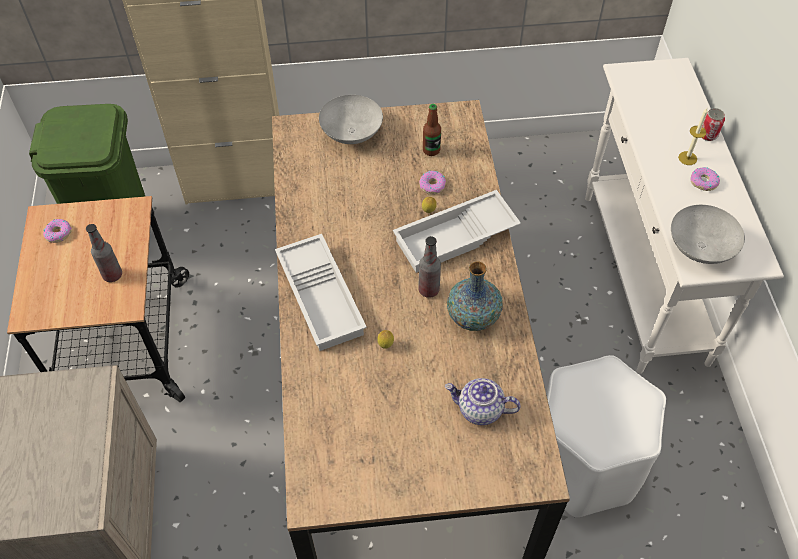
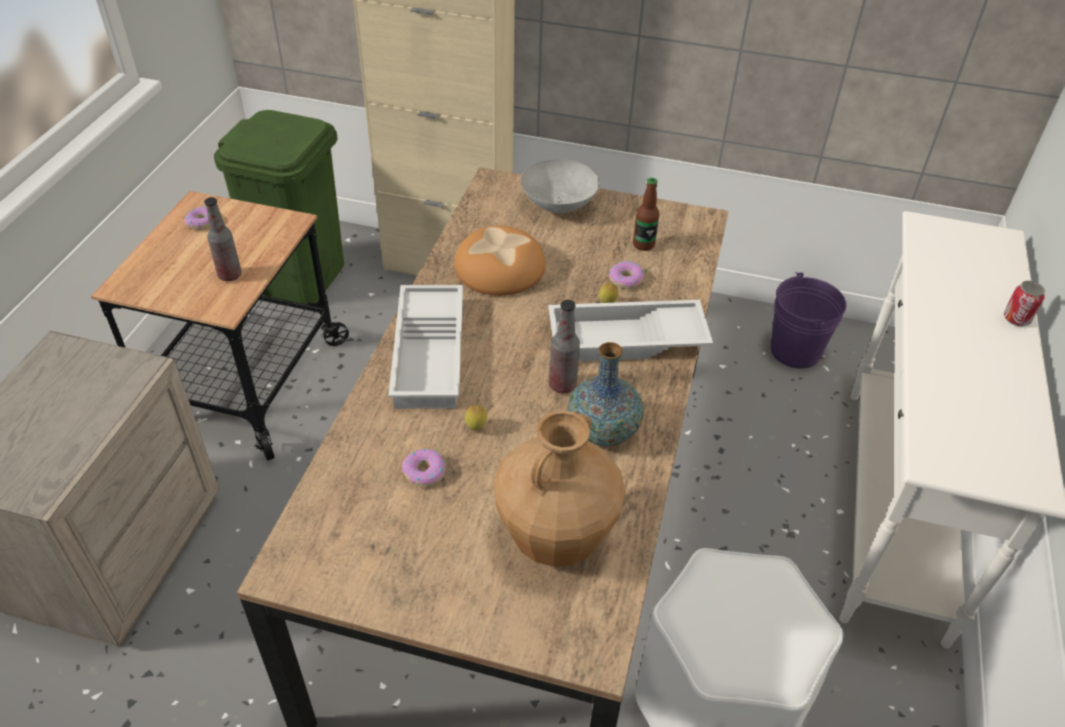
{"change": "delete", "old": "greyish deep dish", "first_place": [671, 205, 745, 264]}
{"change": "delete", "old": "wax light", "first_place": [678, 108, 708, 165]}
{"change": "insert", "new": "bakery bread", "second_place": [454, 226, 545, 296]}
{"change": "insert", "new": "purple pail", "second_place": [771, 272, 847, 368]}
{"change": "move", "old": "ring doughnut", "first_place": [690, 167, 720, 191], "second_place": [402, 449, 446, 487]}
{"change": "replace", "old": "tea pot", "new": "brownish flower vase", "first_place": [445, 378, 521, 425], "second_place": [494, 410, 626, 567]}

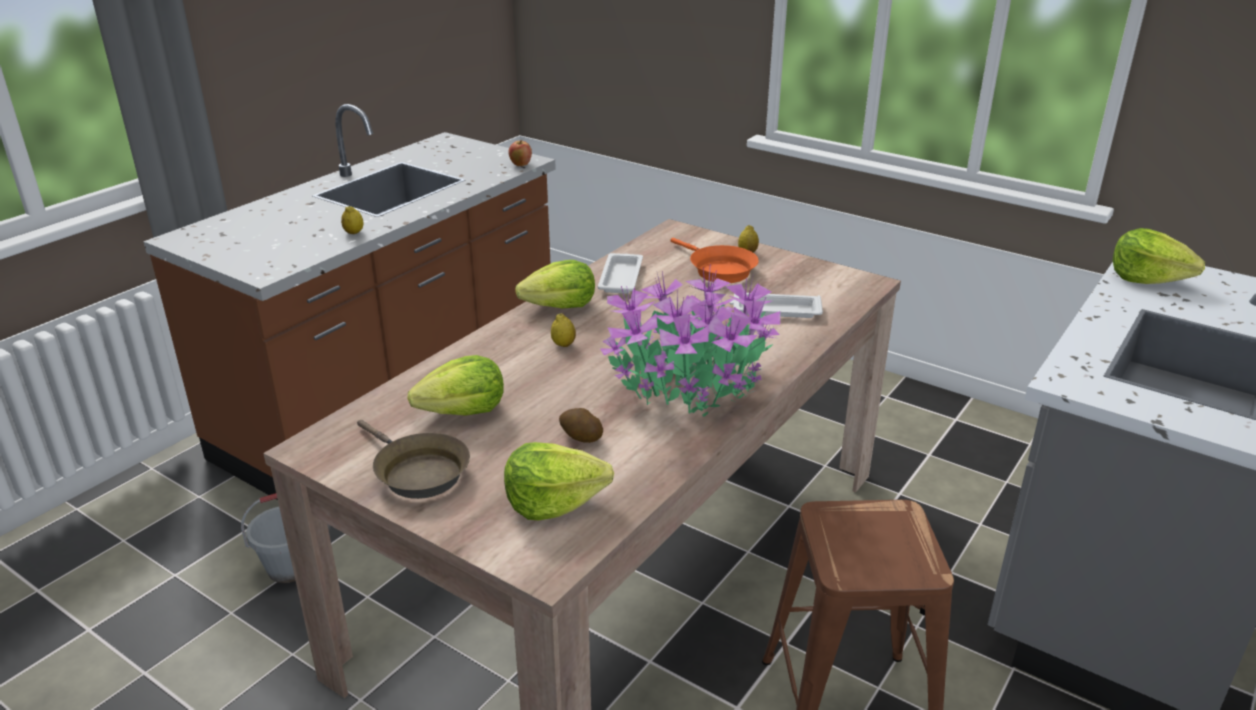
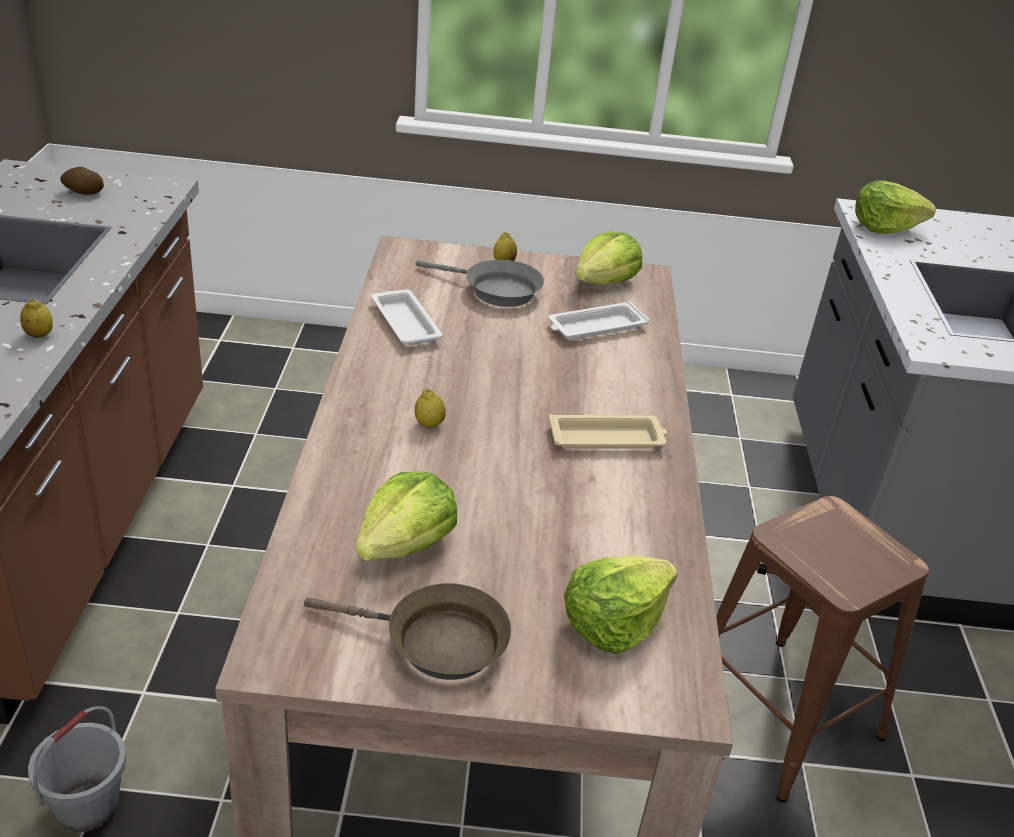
{"change": "delete", "old": "apple fruit", "first_place": [508, 140, 532, 166]}
{"change": "move", "old": "lettuce", "first_place": [515, 260, 595, 309], "second_place": [575, 231, 642, 284]}
{"change": "move", "old": "spud", "first_place": [559, 408, 603, 443], "second_place": [60, 167, 104, 195]}
{"change": "replace", "old": "plant in a pot", "new": "sand-coloured carrying tray", "first_place": [600, 268, 780, 417], "second_place": [548, 414, 667, 449]}
{"change": "recolor", "old": "orange-coloured skillet", "new": "greyish skillet", "first_place": [670, 238, 759, 283], "second_place": [416, 260, 544, 307]}

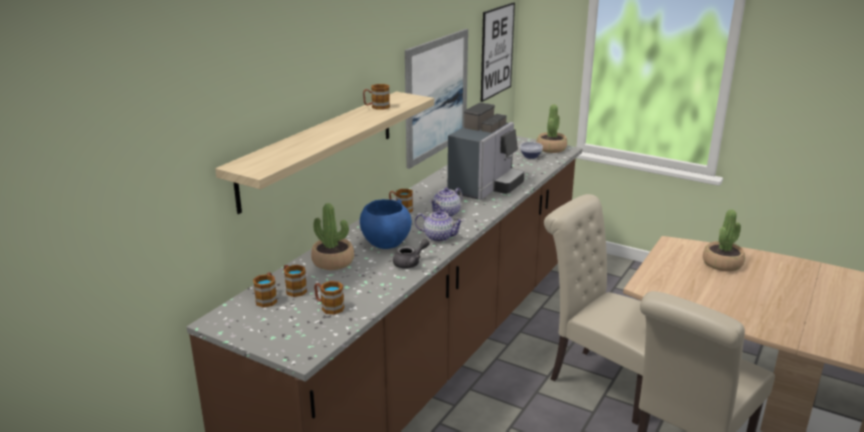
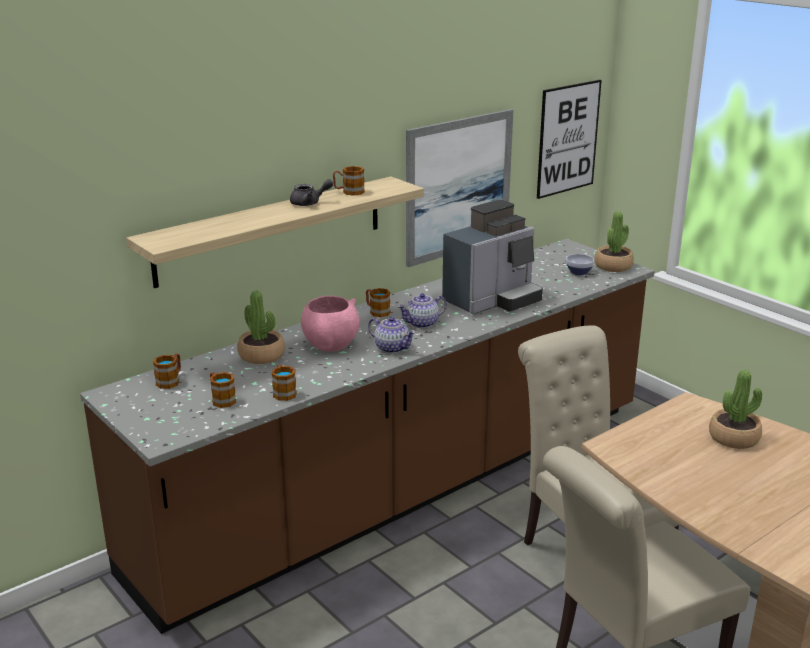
{"change": "move", "old": "coffee mug", "first_place": [284, 265, 307, 297], "second_place": [272, 364, 297, 401]}
{"change": "move", "old": "greyish tea pot", "first_place": [393, 239, 430, 269], "second_place": [290, 179, 333, 206]}
{"change": "recolor", "old": "blue-coloured deep dish", "new": "pink deep dish", "first_place": [360, 199, 412, 249], "second_place": [301, 296, 360, 352]}

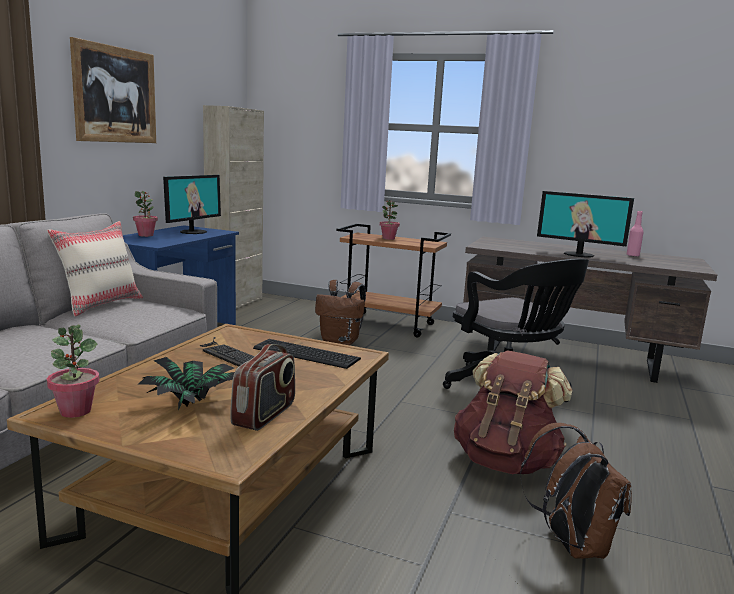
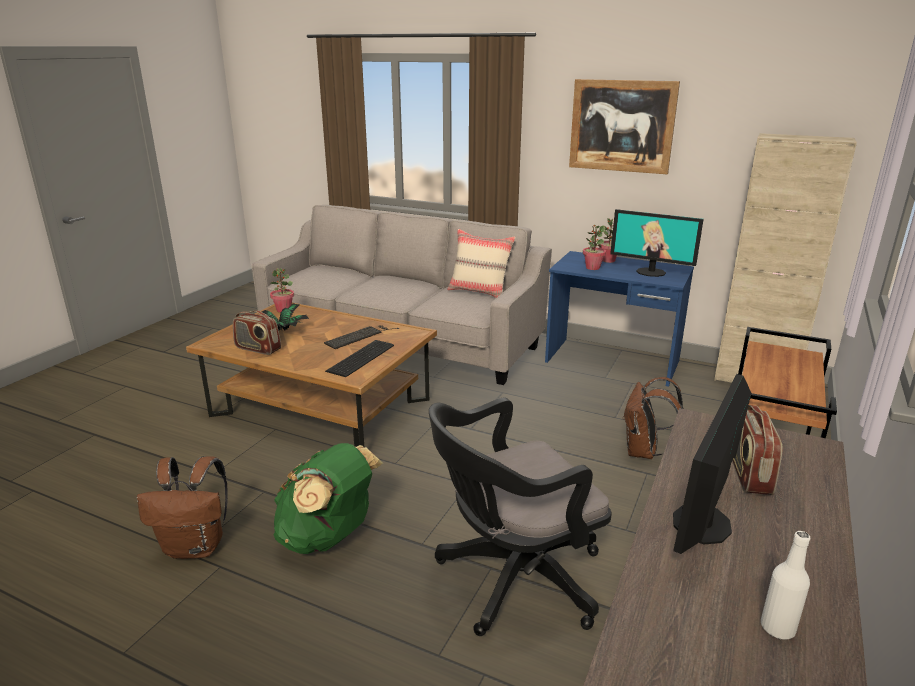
{"change": "insert", "new": "radio", "second_place": [732, 405, 782, 495]}
{"change": "move", "old": "plant in a pot", "first_place": [380, 200, 400, 240], "second_place": [583, 225, 606, 270]}
{"change": "recolor", "old": "brownish backpack", "new": "green backpack", "first_place": [454, 350, 572, 474], "second_place": [274, 443, 383, 554]}
{"change": "recolor", "old": "pink bottle", "new": "whitish bottle", "first_place": [627, 211, 644, 256], "second_place": [761, 531, 810, 640]}

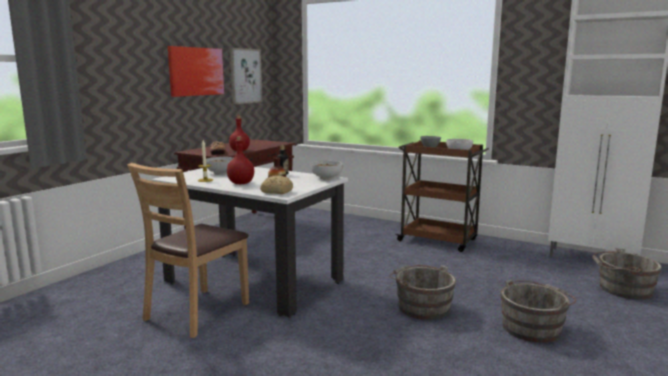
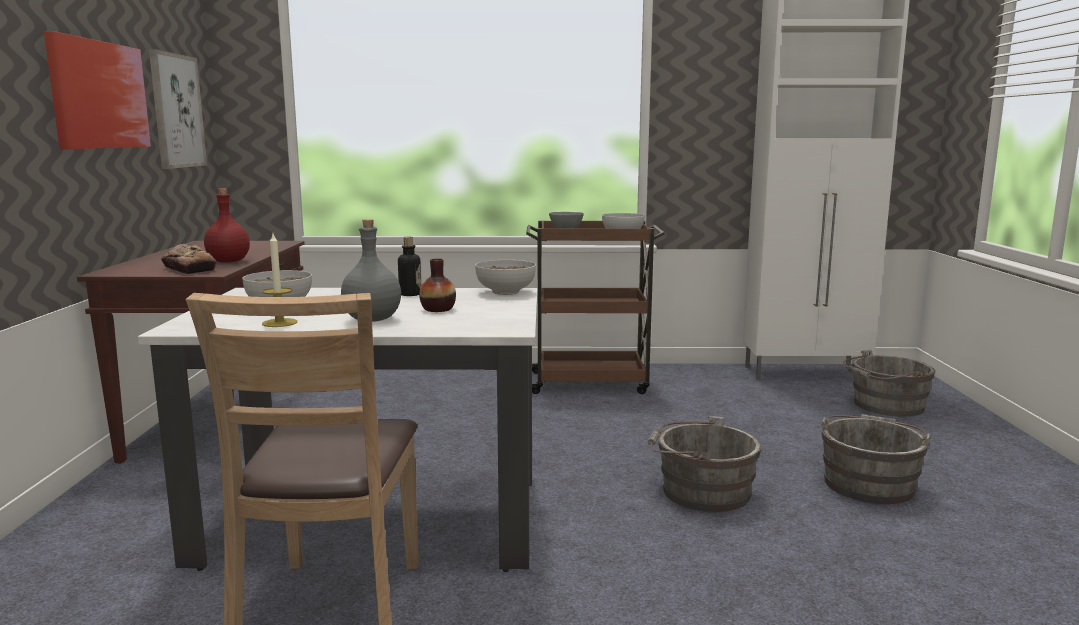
{"change": "delete", "old": "bakery bread", "first_place": [260, 175, 293, 194]}
{"change": "recolor", "old": "red-coloured bottle", "new": "greyish bottle", "first_place": [227, 136, 254, 184], "second_place": [341, 219, 401, 322]}

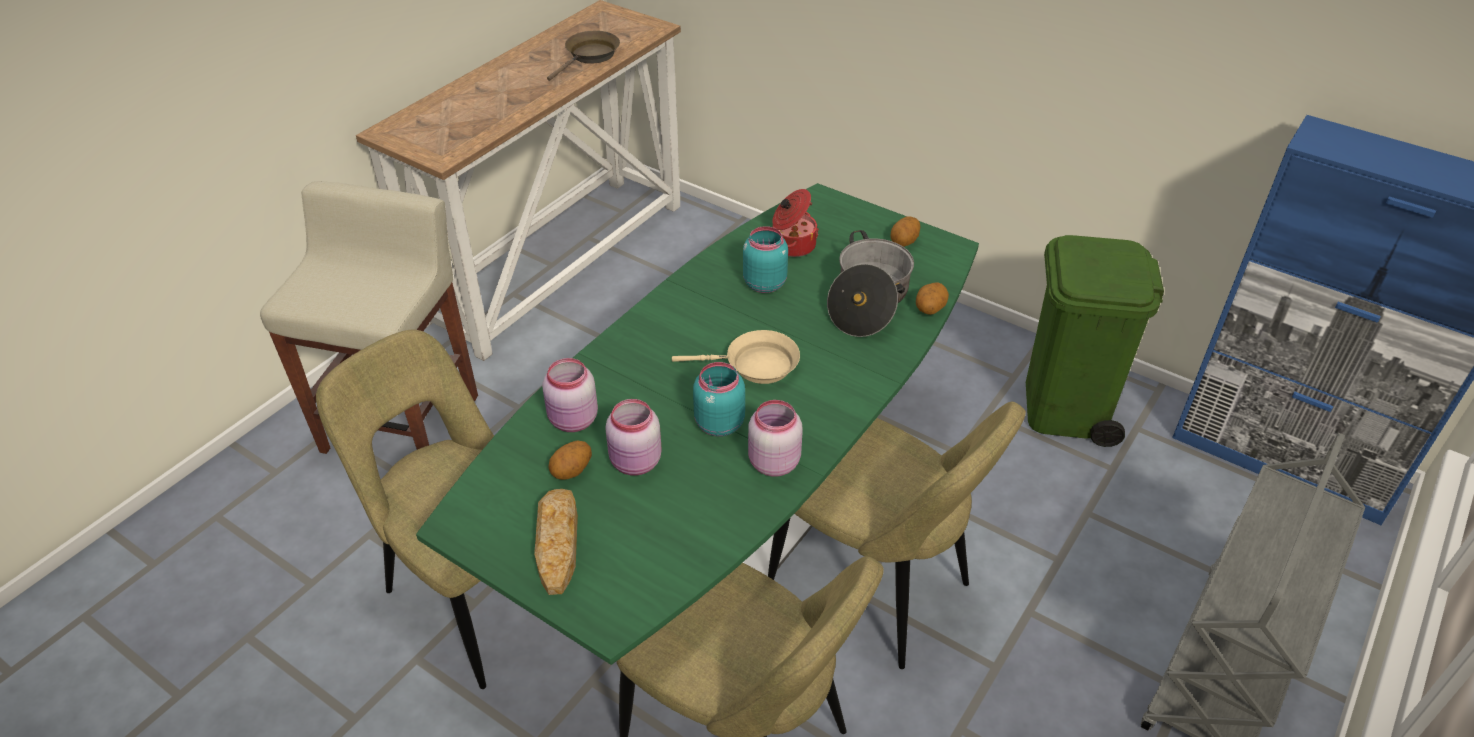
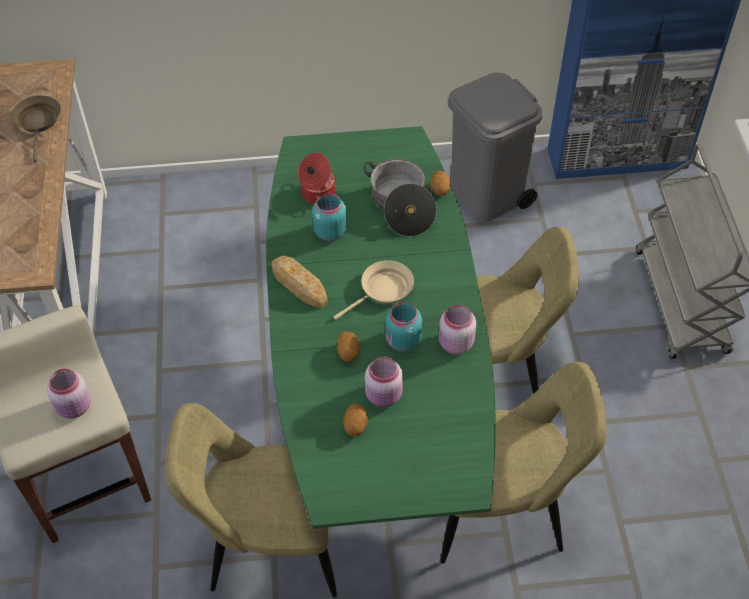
{"change": "move", "old": "bakery bread", "first_place": [534, 489, 578, 595], "second_place": [272, 256, 328, 308]}
{"change": "move", "old": "pink preserve jar", "first_place": [542, 358, 598, 432], "second_place": [47, 369, 91, 419]}
{"change": "move", "old": "spud", "first_place": [891, 216, 921, 247], "second_place": [337, 331, 360, 362]}
{"change": "recolor", "old": "green rubbish bin", "new": "greyish rubbish bin", "first_place": [1026, 235, 1164, 447], "second_place": [448, 73, 543, 221]}

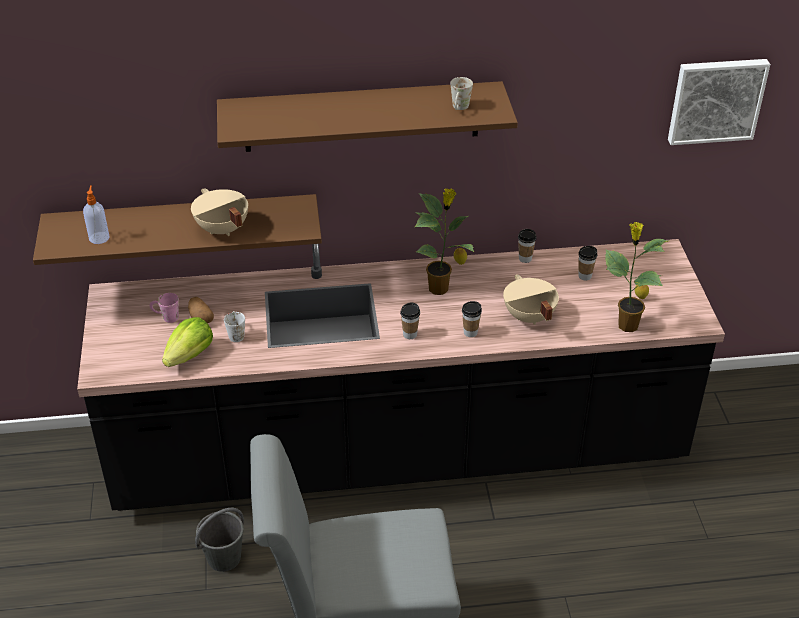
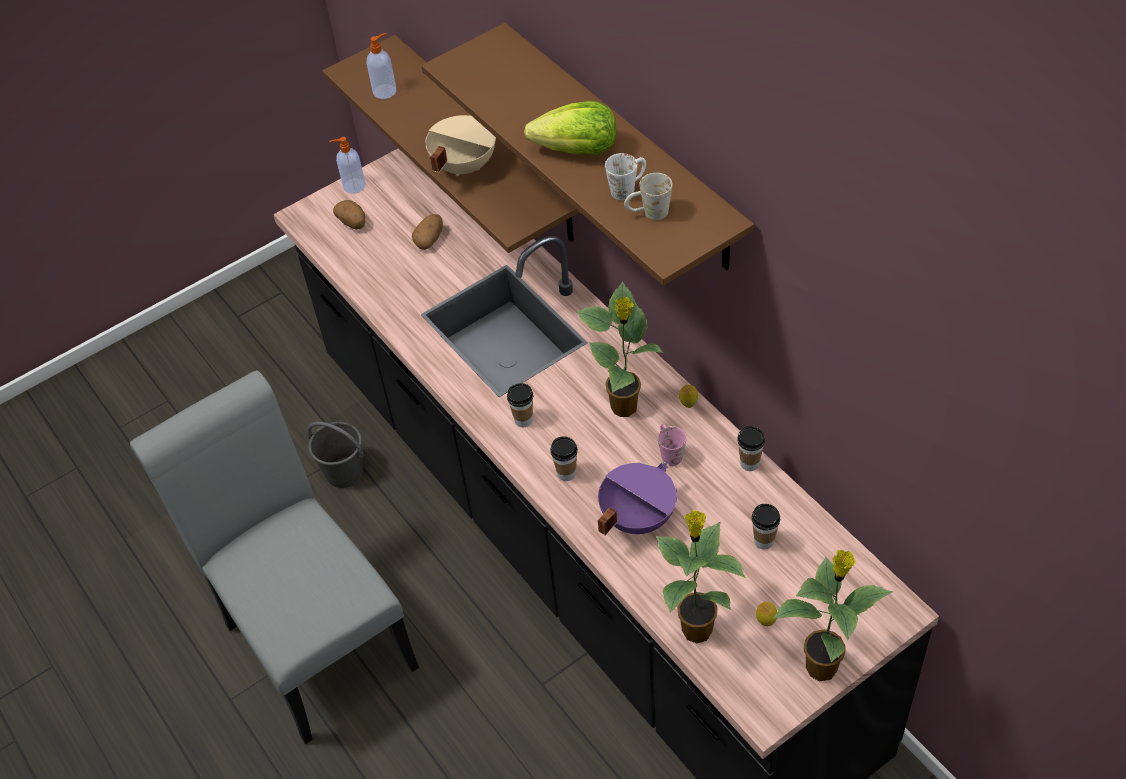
{"change": "delete", "old": "wall art", "first_place": [668, 59, 770, 145]}
{"change": "insert", "new": "soap dispenser", "second_place": [329, 137, 366, 194]}
{"change": "insert", "new": "spud", "second_place": [333, 200, 365, 229]}
{"change": "insert", "new": "plant in a pot", "second_place": [773, 550, 893, 681]}
{"change": "move", "old": "pink coffee mug", "first_place": [150, 293, 179, 323], "second_place": [658, 424, 687, 466]}
{"change": "move", "old": "lettuce", "first_place": [162, 317, 213, 367], "second_place": [524, 101, 616, 155]}
{"change": "move", "old": "whitish coffee mug", "first_place": [224, 311, 245, 342], "second_place": [605, 153, 646, 200]}
{"change": "recolor", "old": "sand-coloured cooking pot", "new": "purple cooking pot", "first_place": [503, 275, 559, 325], "second_place": [598, 462, 677, 535]}

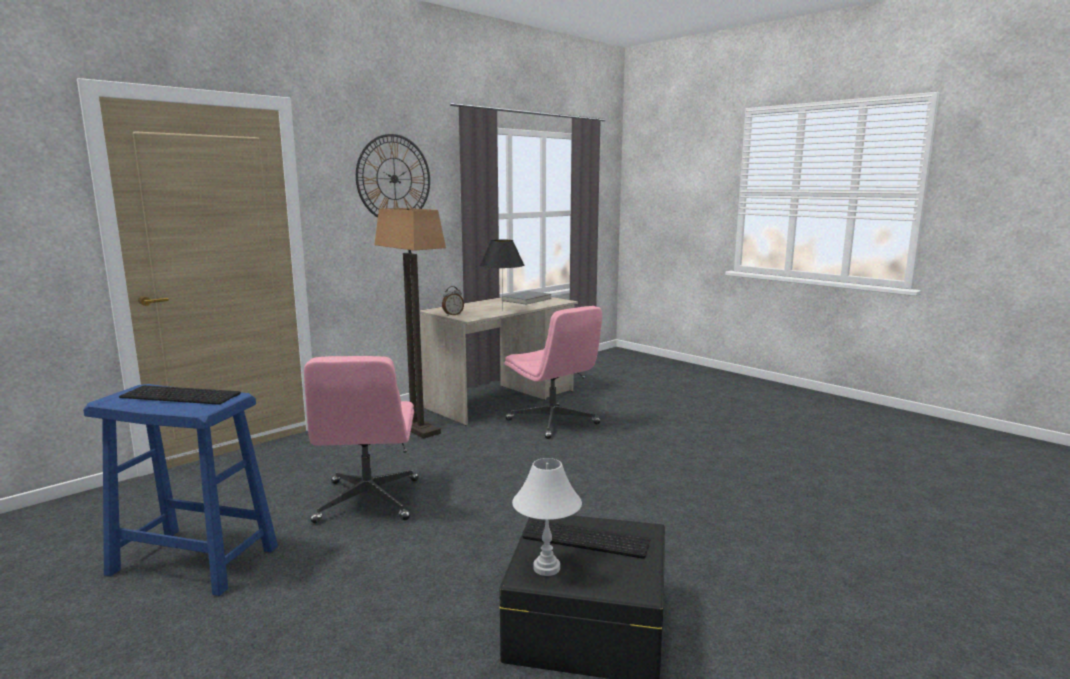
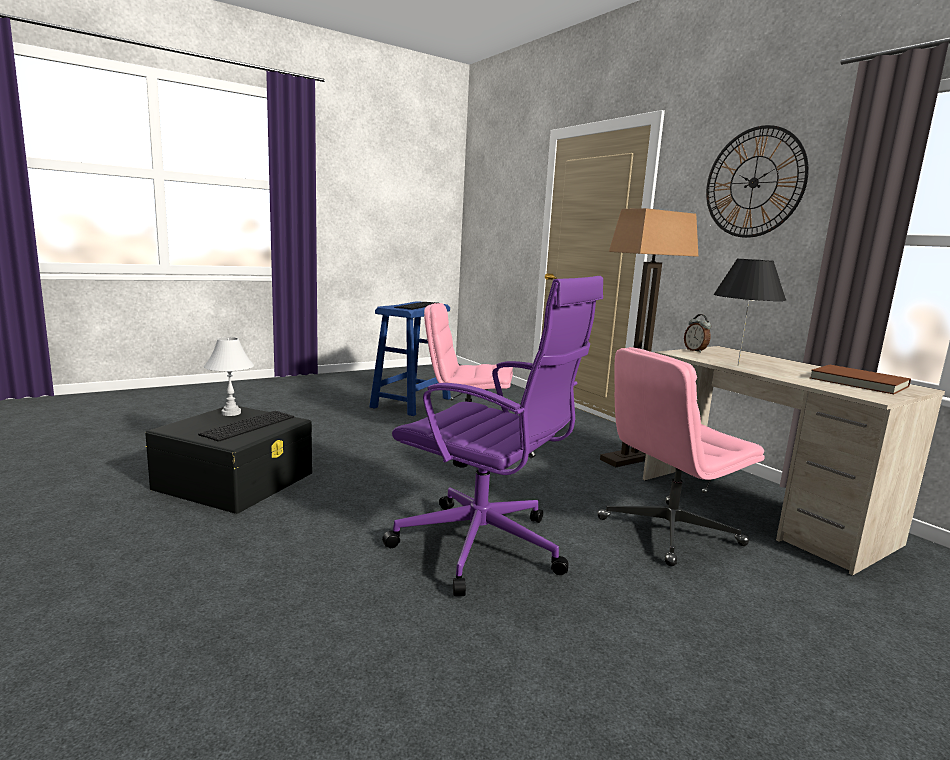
{"change": "insert", "new": "purple office chair", "second_place": [382, 276, 603, 596]}
{"change": "recolor", "old": "greyish book", "new": "brownish book", "first_place": [503, 291, 551, 305], "second_place": [810, 365, 911, 394]}

